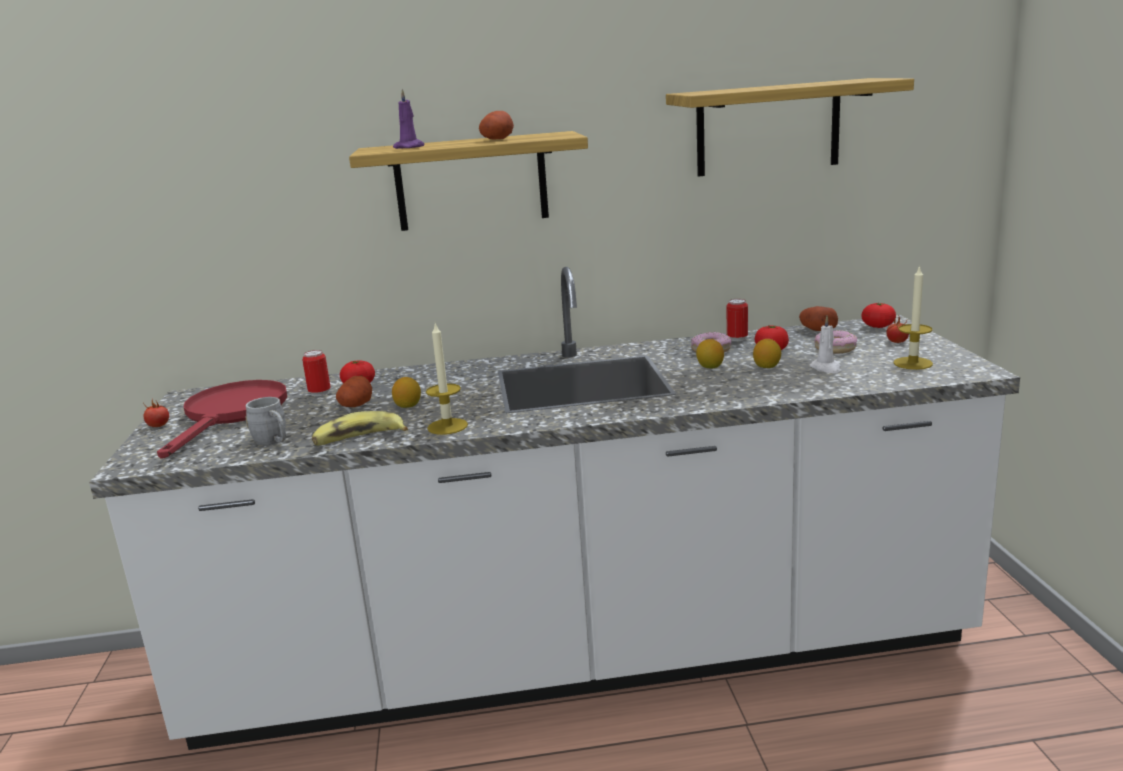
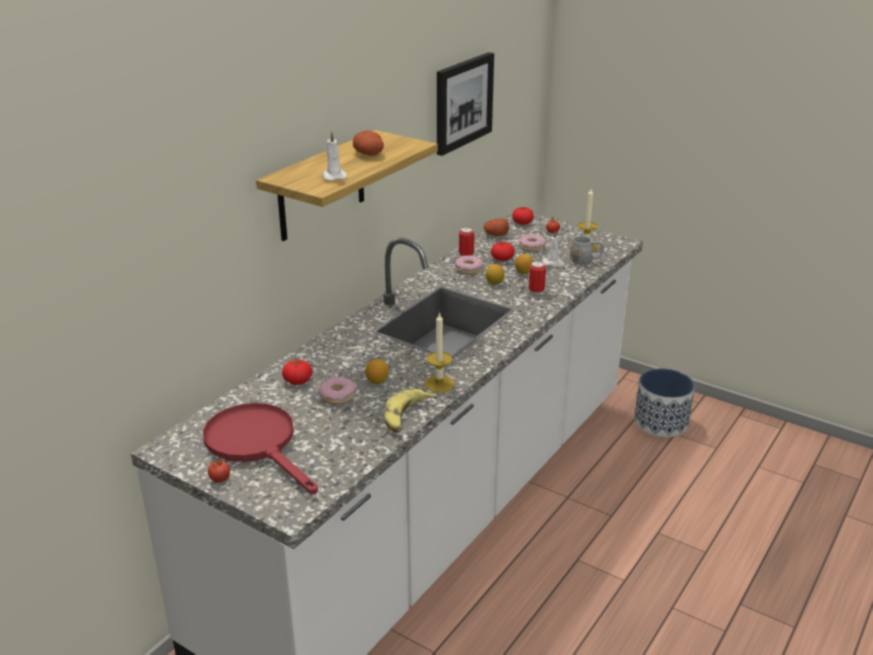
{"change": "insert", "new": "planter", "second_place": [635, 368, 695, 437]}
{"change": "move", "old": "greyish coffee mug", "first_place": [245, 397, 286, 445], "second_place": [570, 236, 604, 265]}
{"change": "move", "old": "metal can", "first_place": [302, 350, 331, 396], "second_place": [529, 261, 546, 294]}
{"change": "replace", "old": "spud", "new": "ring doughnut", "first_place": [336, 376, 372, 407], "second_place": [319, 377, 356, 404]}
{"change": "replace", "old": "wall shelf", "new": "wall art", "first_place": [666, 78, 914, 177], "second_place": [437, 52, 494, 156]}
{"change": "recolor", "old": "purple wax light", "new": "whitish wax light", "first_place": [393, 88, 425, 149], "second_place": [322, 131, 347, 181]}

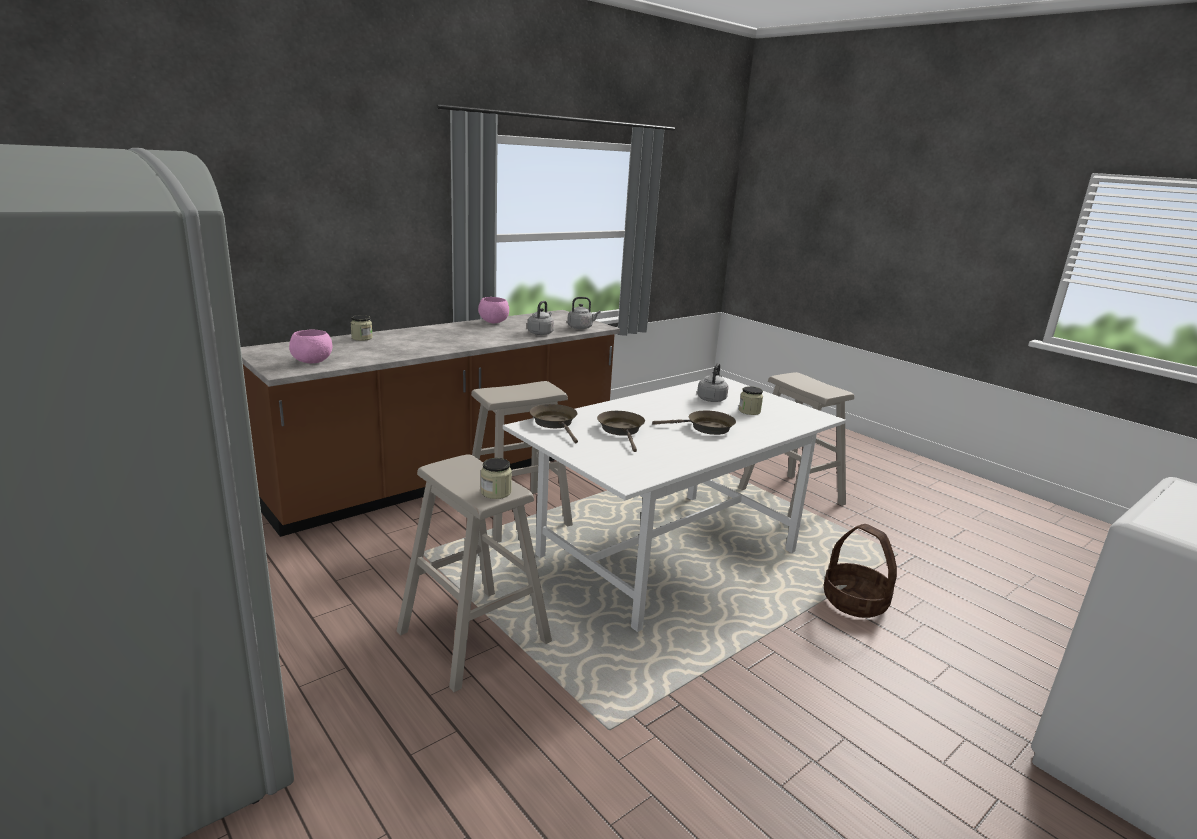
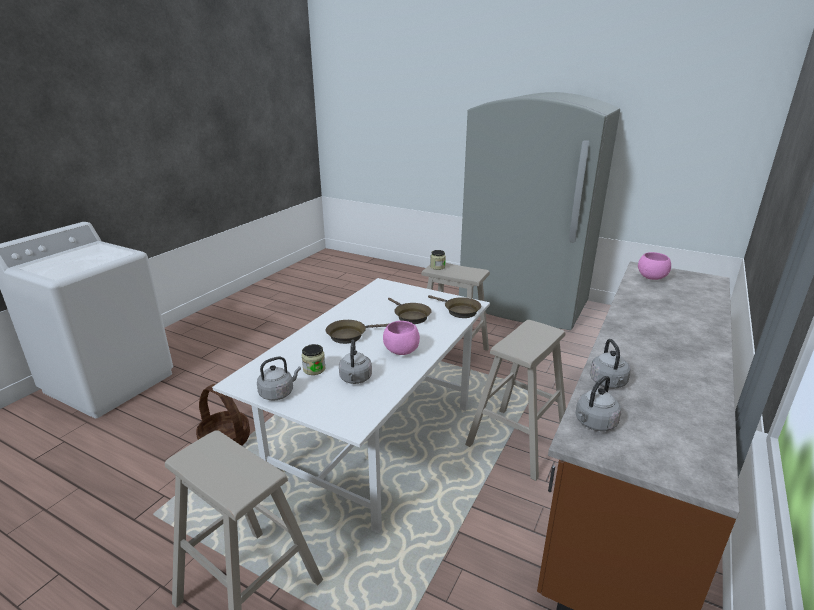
{"change": "delete", "old": "preserve jar", "first_place": [351, 315, 373, 341]}
{"change": "insert", "new": "greyish water kettle", "second_place": [257, 356, 301, 401]}
{"change": "move", "old": "pink deep dish", "first_place": [478, 297, 509, 323], "second_place": [383, 321, 420, 355]}

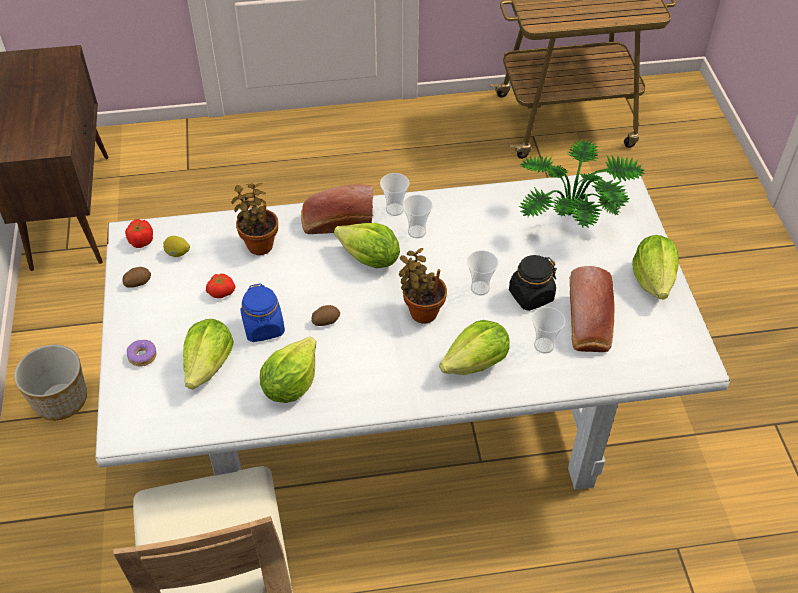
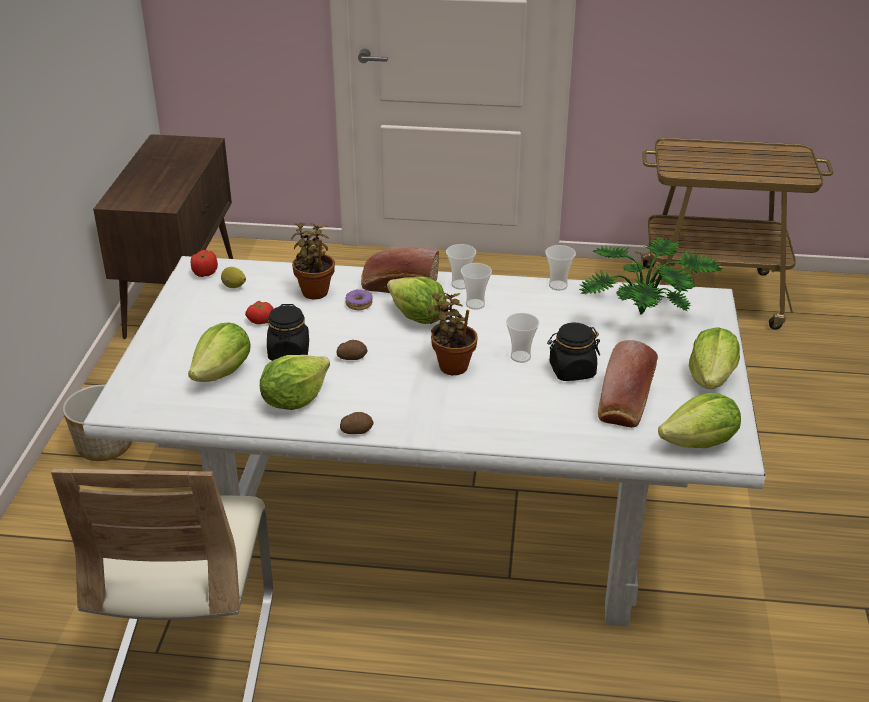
{"change": "move", "old": "spud", "first_place": [123, 267, 151, 288], "second_place": [340, 412, 374, 434]}
{"change": "move", "old": "ring doughnut", "first_place": [126, 340, 157, 366], "second_place": [345, 289, 373, 310]}
{"change": "move", "old": "lettuce", "first_place": [439, 320, 510, 375], "second_place": [658, 393, 741, 448]}
{"change": "move", "old": "small cup", "first_place": [532, 307, 565, 353], "second_place": [545, 245, 576, 291]}
{"change": "recolor", "old": "blue-coloured preserve jar", "new": "black-coloured preserve jar", "first_place": [240, 283, 285, 342], "second_place": [267, 304, 309, 361]}

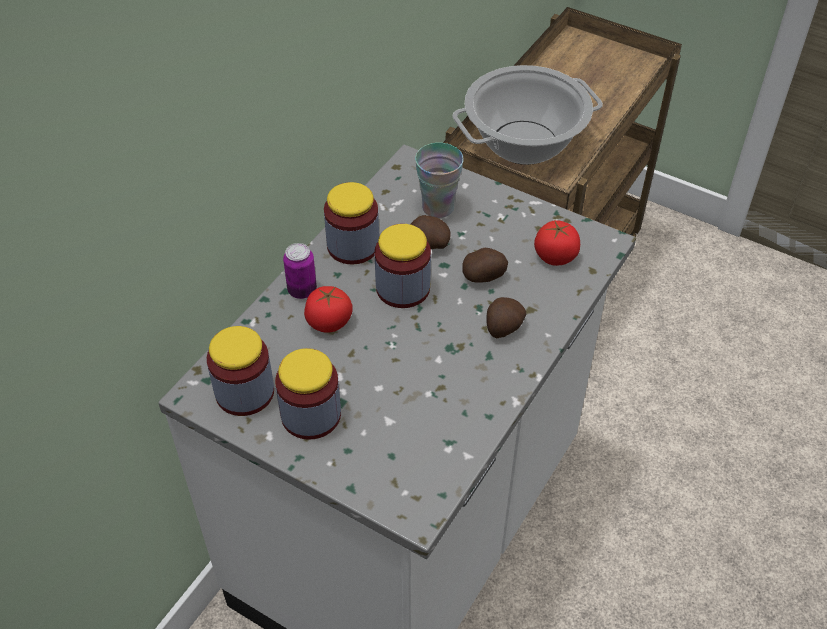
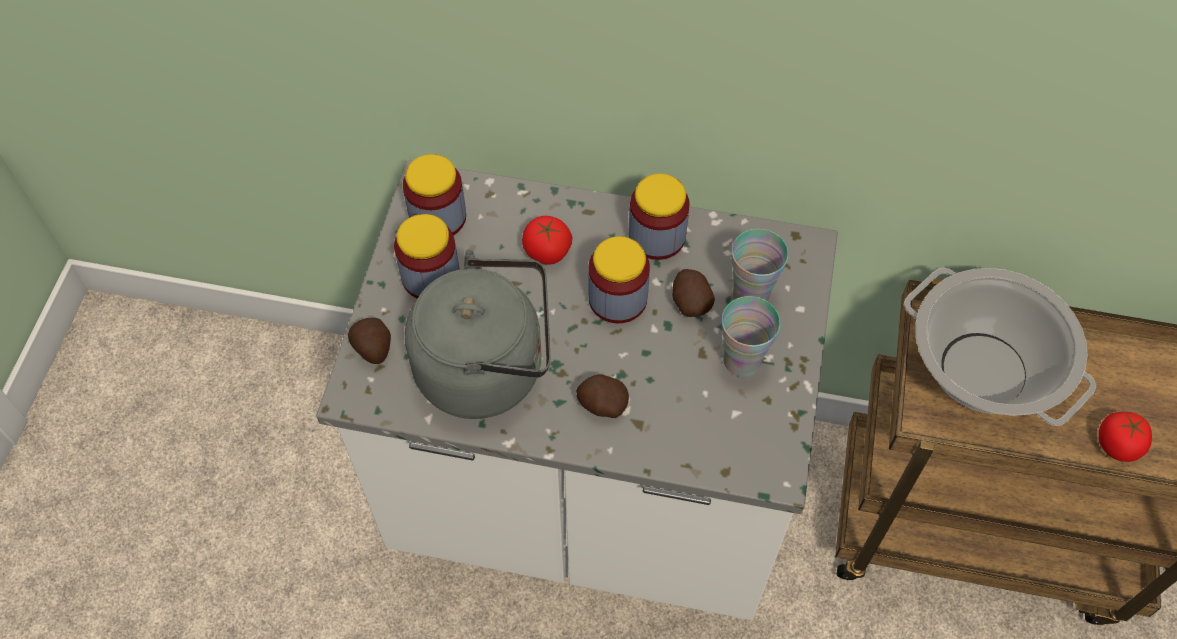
{"change": "delete", "old": "metal can", "first_place": [283, 243, 317, 299]}
{"change": "insert", "new": "greyish water kettle", "second_place": [405, 249, 550, 419]}
{"change": "insert", "new": "small cup", "second_place": [722, 296, 780, 377]}
{"change": "move", "old": "spud", "first_place": [462, 248, 508, 283], "second_place": [348, 318, 391, 364]}
{"change": "move", "old": "whole tomato", "first_place": [534, 220, 580, 266], "second_place": [1099, 412, 1152, 462]}

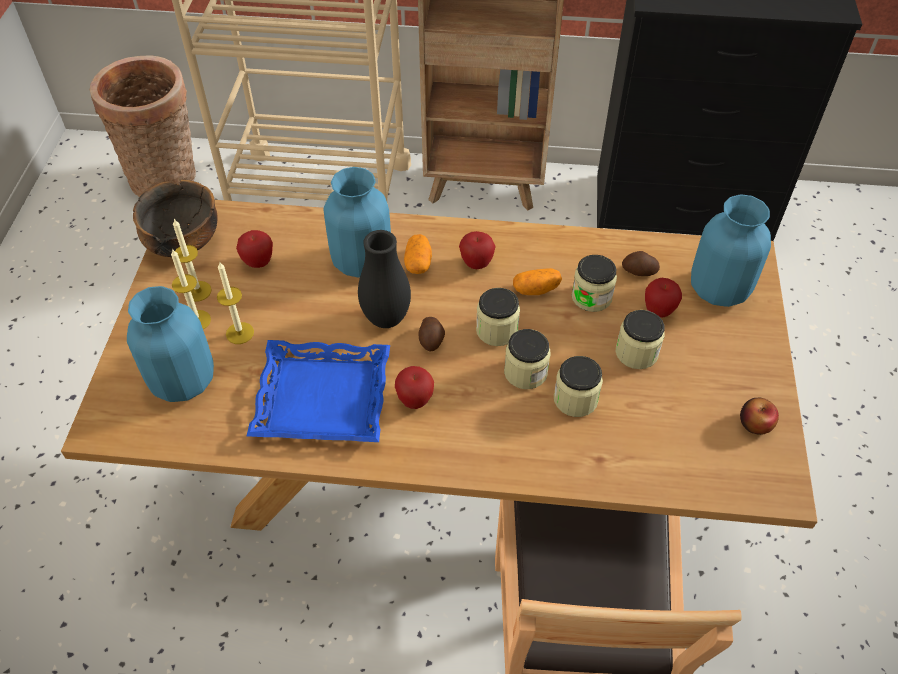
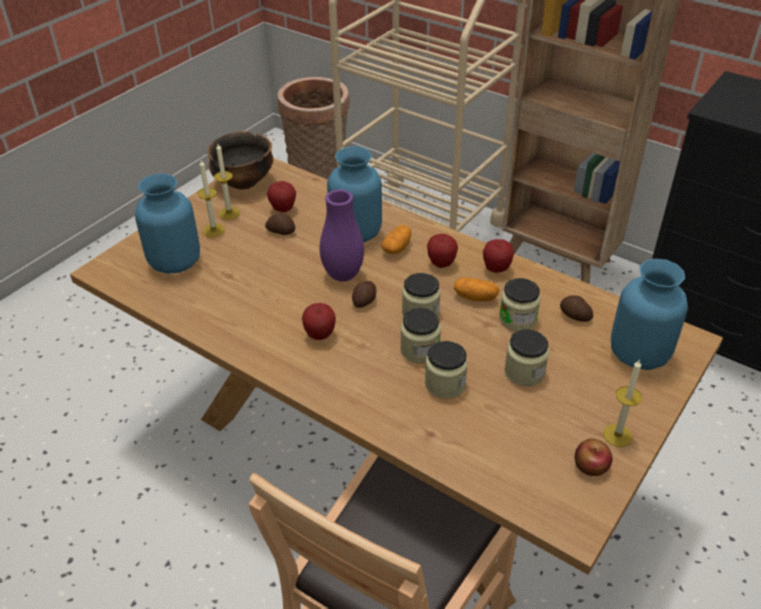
{"change": "delete", "old": "blue-coloured carrying tray", "first_place": [247, 340, 390, 442]}
{"change": "insert", "new": "spud", "second_place": [265, 213, 295, 235]}
{"change": "move", "old": "wax light", "first_place": [217, 261, 254, 344], "second_place": [603, 359, 642, 447]}
{"change": "move", "old": "apple fruit", "first_place": [645, 278, 682, 318], "second_place": [483, 239, 514, 273]}
{"change": "recolor", "old": "black-coloured flower vase", "new": "purple flower vase", "first_place": [358, 230, 411, 328], "second_place": [320, 189, 364, 281]}

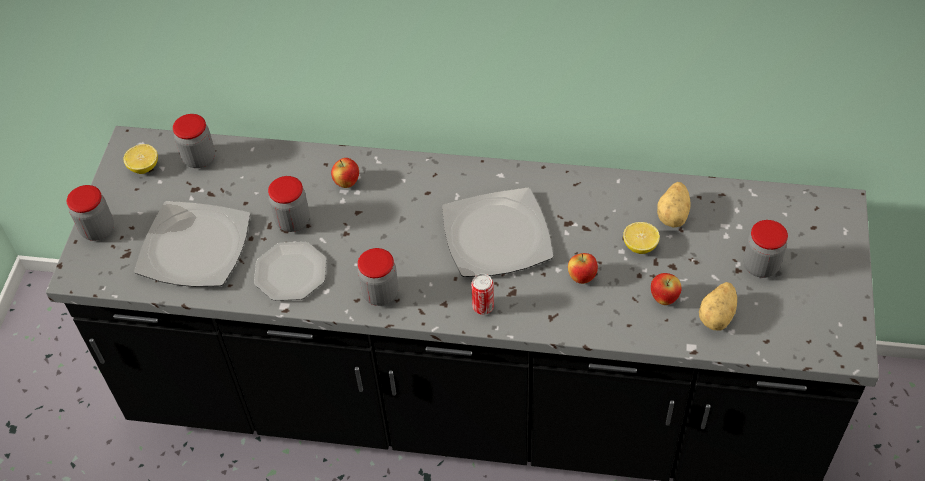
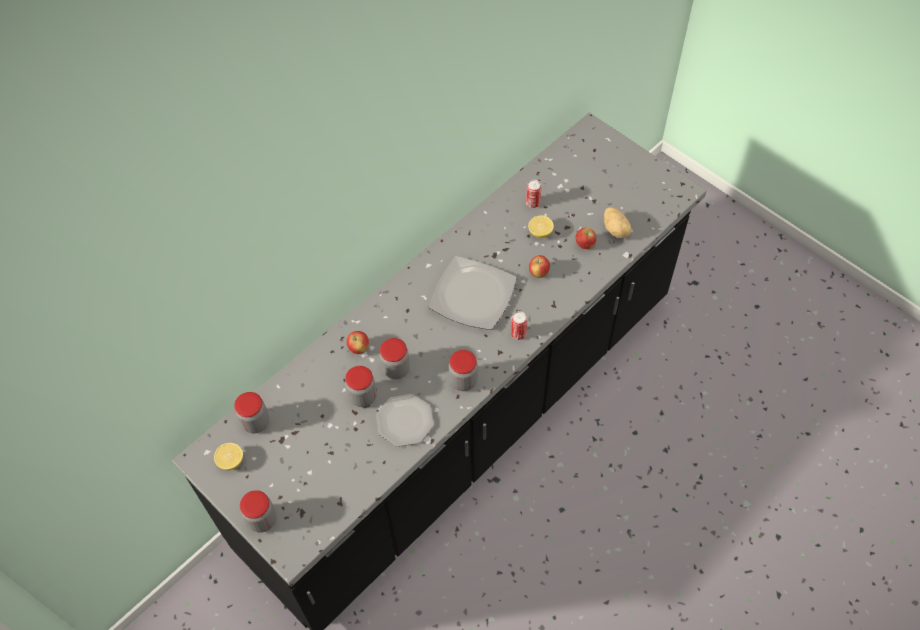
{"change": "delete", "old": "plate", "first_place": [134, 201, 250, 287]}
{"change": "move", "old": "preserve jar", "first_place": [743, 220, 788, 278], "second_place": [380, 338, 410, 379]}
{"change": "replace", "old": "spud", "new": "metal can", "first_place": [657, 182, 691, 228], "second_place": [526, 180, 541, 208]}

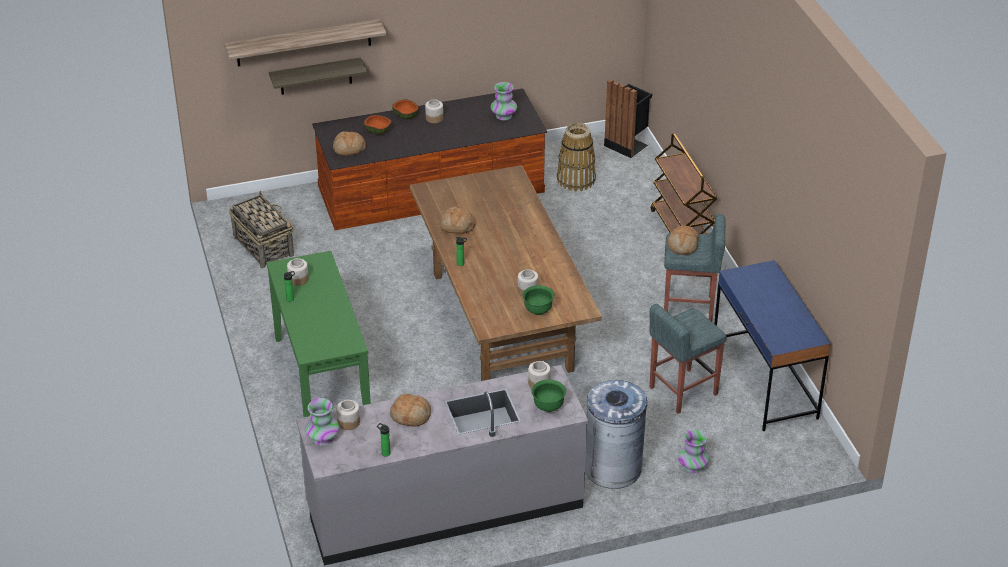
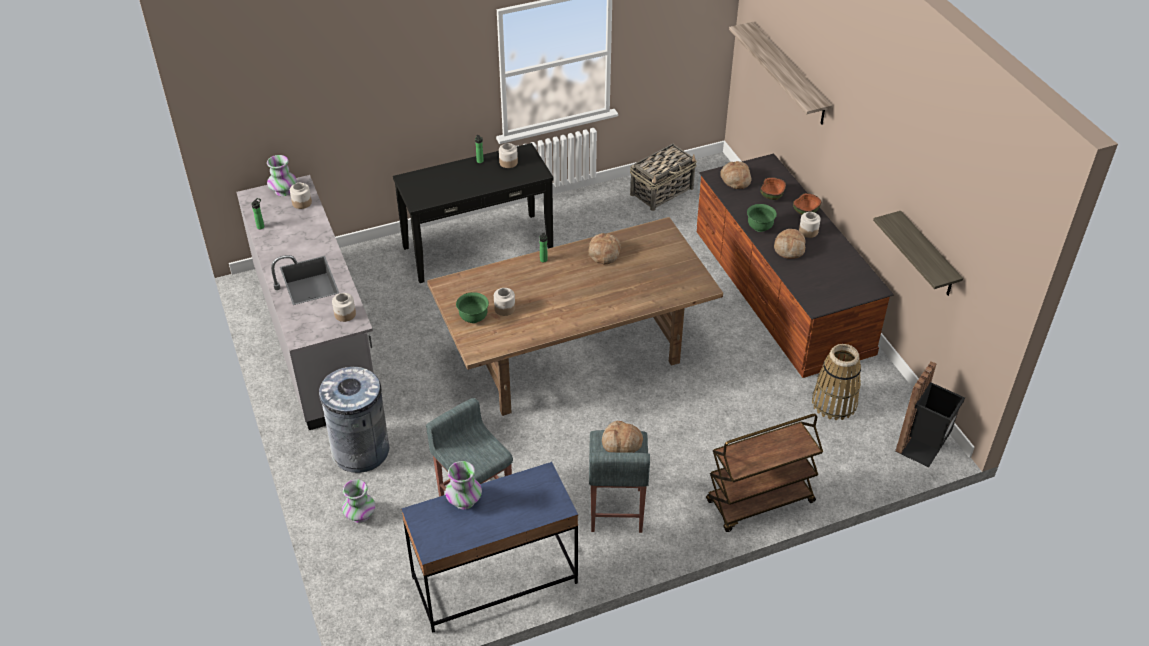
{"change": "move", "old": "wall shelf", "first_place": [269, 57, 367, 95], "second_place": [873, 211, 963, 296]}
{"change": "move", "old": "bakery bread", "first_place": [390, 394, 431, 427], "second_place": [774, 229, 806, 259]}
{"change": "move", "old": "flower vase", "first_place": [491, 82, 517, 120], "second_place": [445, 461, 482, 509]}
{"change": "move", "old": "green deep dish", "first_place": [531, 380, 566, 412], "second_place": [747, 204, 777, 232]}
{"change": "recolor", "old": "green hall table", "new": "black-coloured hall table", "first_place": [267, 251, 371, 417], "second_place": [393, 143, 554, 283]}

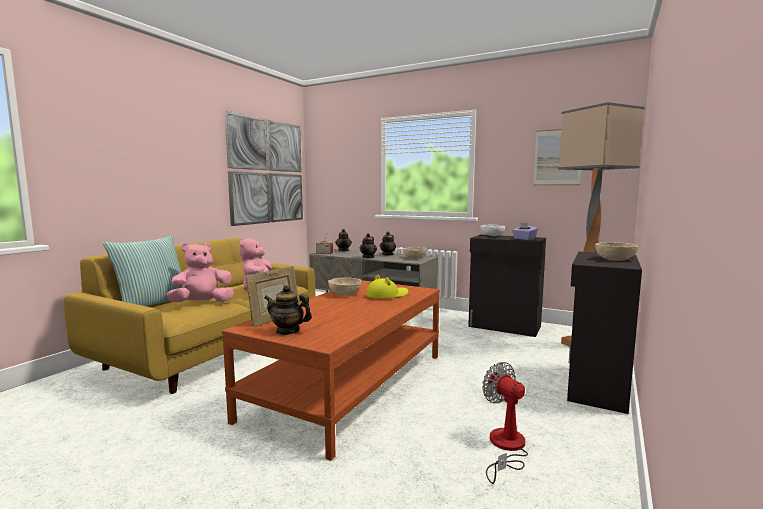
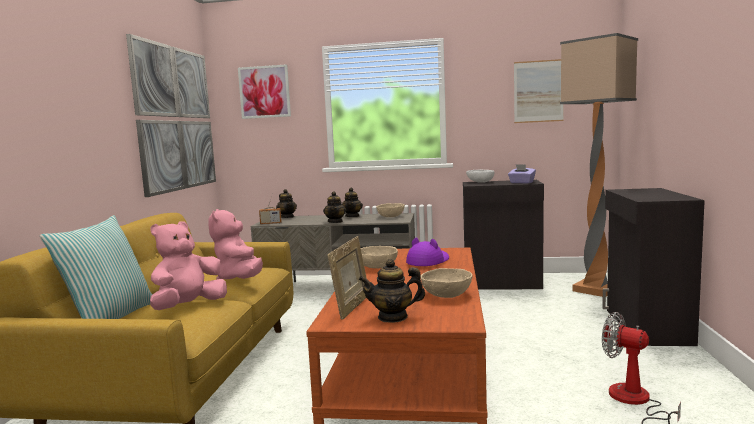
{"change": "insert", "new": "wall art", "second_place": [238, 64, 291, 119]}
{"change": "move", "old": "sand-coloured deep dish", "first_place": [595, 242, 639, 261], "second_place": [421, 268, 472, 298]}
{"change": "recolor", "old": "yellowish hat", "new": "purple hat", "first_place": [366, 275, 408, 299], "second_place": [406, 237, 449, 266]}

